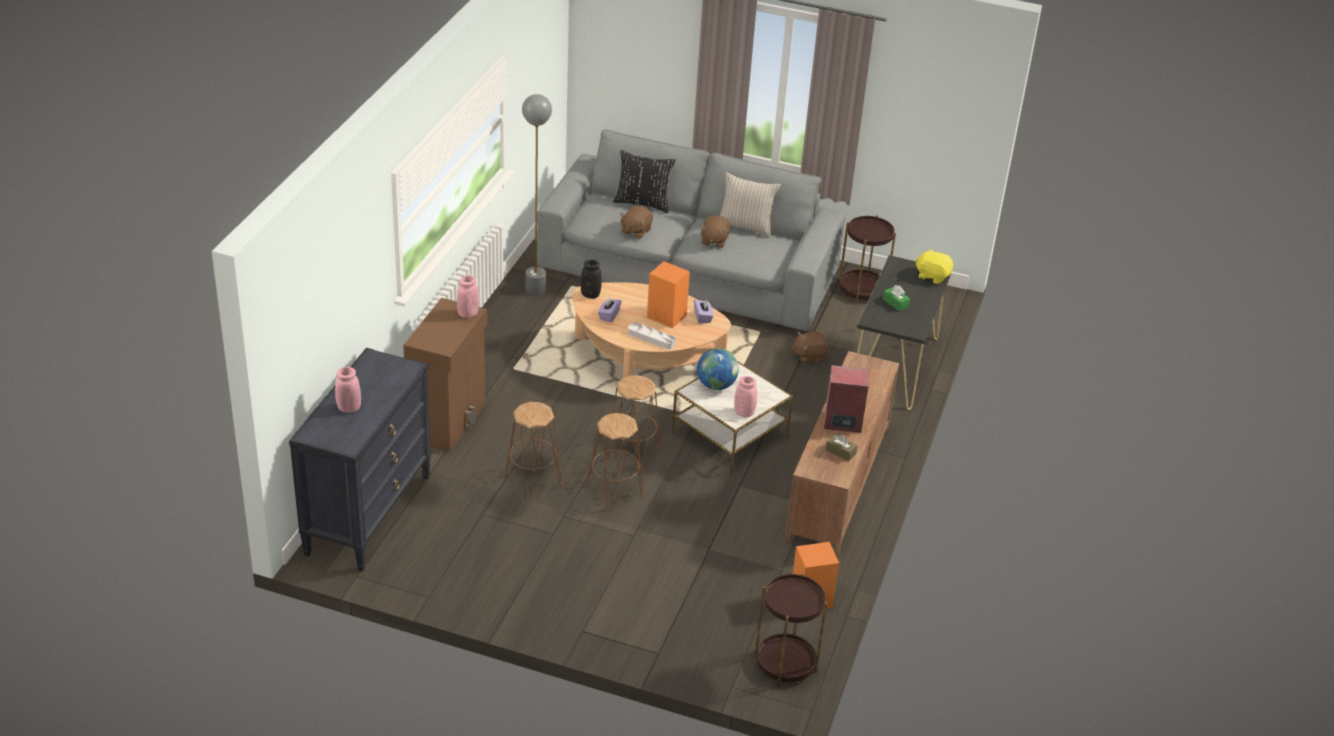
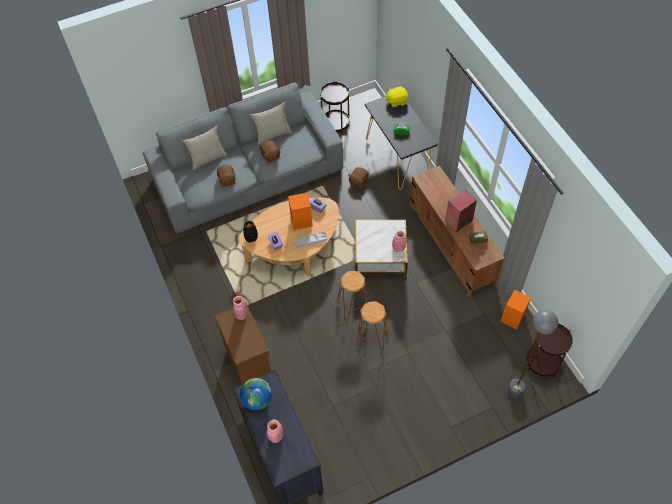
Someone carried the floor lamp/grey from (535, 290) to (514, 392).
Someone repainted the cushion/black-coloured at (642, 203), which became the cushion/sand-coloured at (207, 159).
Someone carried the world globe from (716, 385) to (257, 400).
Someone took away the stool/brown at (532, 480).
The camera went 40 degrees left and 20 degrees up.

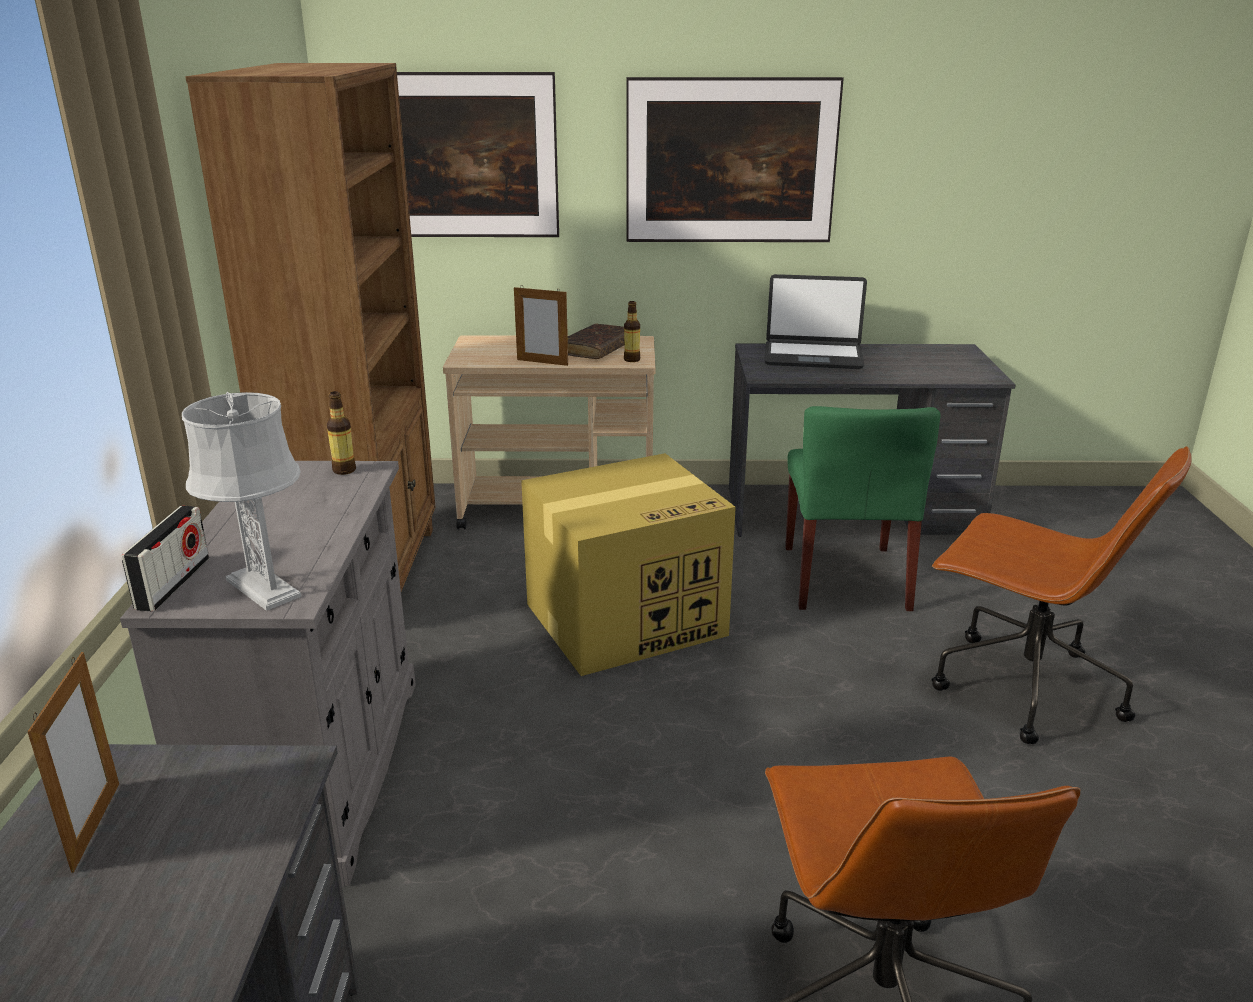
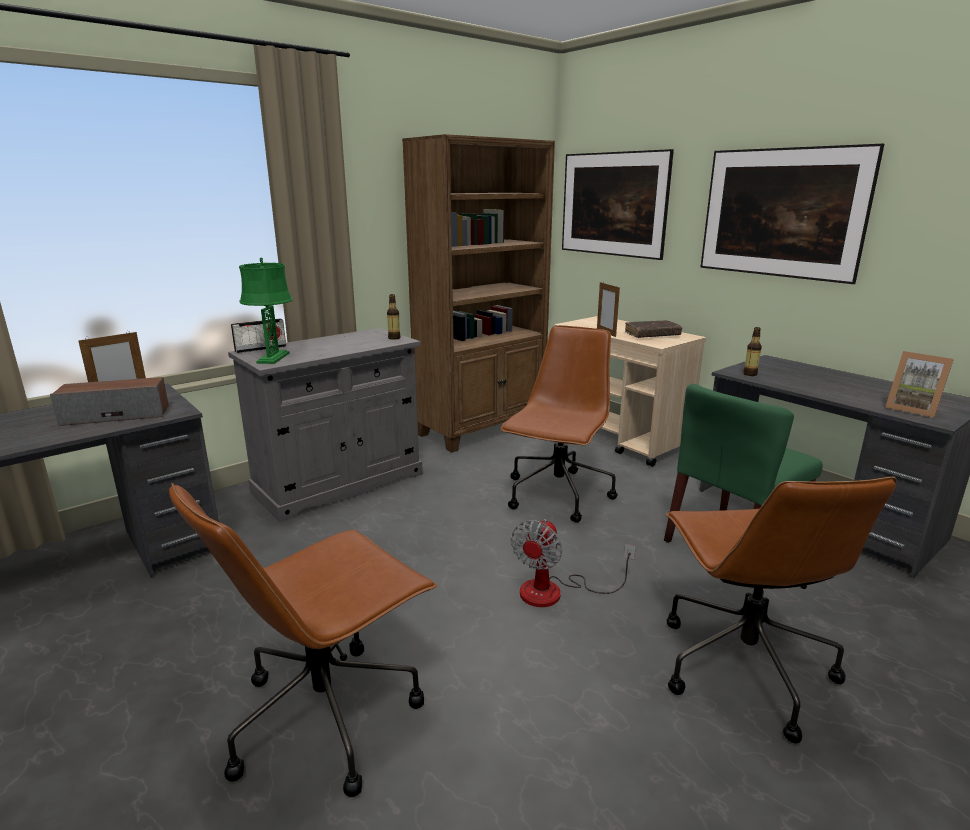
Someone took away the laptop at (813, 356).
Someone carried the drink bottle from (632, 360) to (750, 374).
Someone repainted the lamp for a table/grey at (264, 588), which became the lamp for a table/greenish at (273, 358).
Someone swapped the carton at (627, 618) for the office chair/brown at (557, 496).
Someone put down the picture frame at (912, 409).
Someone put down the audio speaker at (116, 415).
Someone put down the cooling fan at (555, 592).
The camera went 50 degrees right and 5 degrees down.

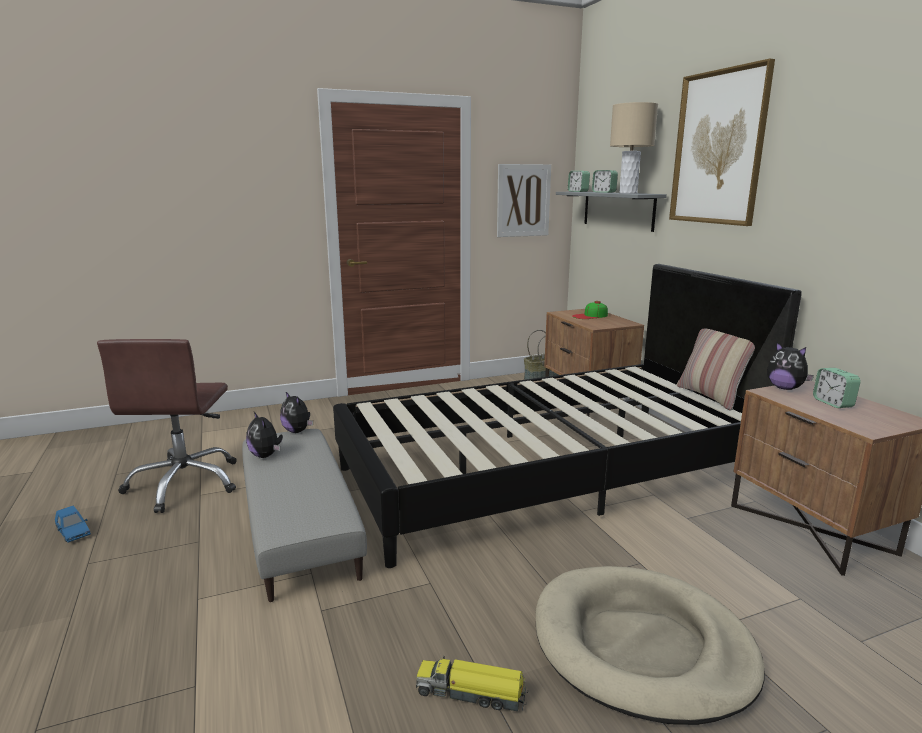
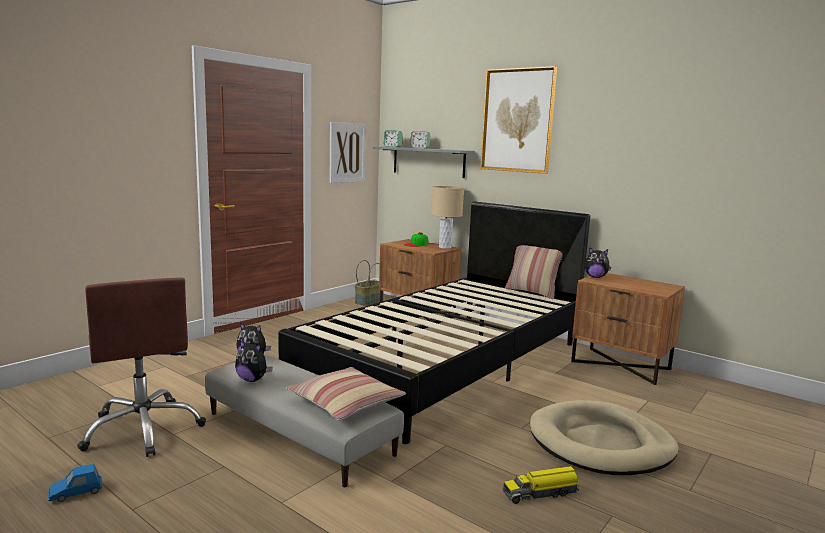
Someone carried the lamp for a table/sand-coloured from (628, 193) to (445, 247).
Someone took away the bedside clock at (833, 403).
Someone rotated the toy car/blue at (73, 532) by 135 degrees clockwise.
Someone put down the cushion at (345, 403).
The camera went 30 degrees left and 5 degrees down.

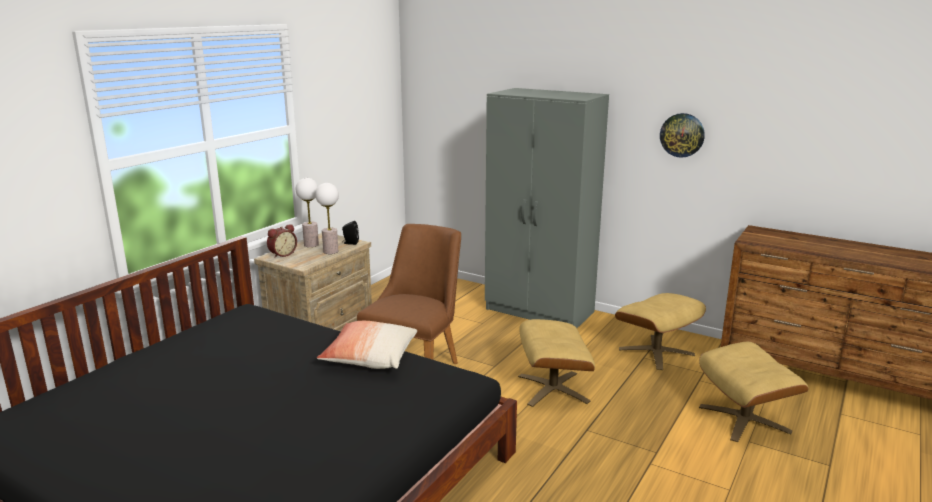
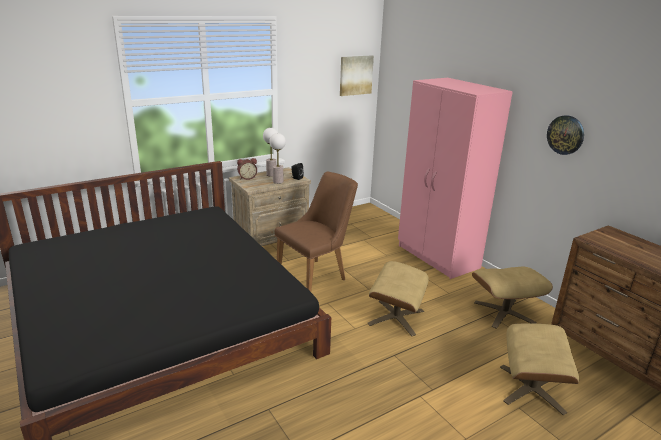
Someone repainted the wardrobe/grey at (540, 311), which became the wardrobe/pink at (437, 257).
Someone took away the cushion at (370, 358).
Someone put up the picture at (355, 75).
The camera went 25 degrees right and 5 degrees up.

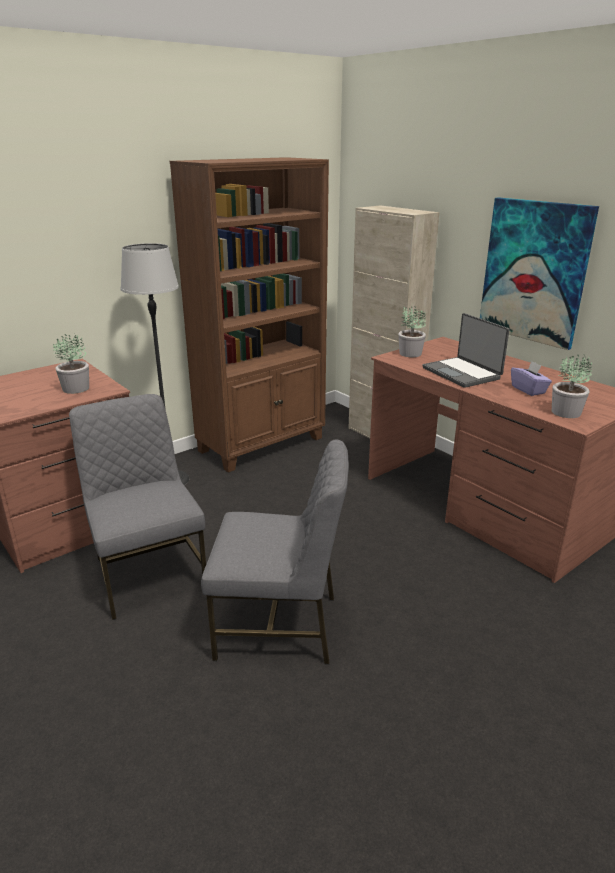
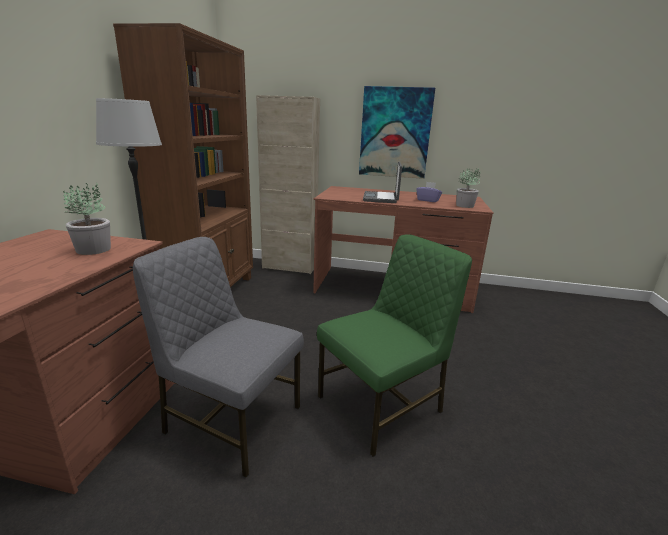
Someone took away the potted plant at (410, 353).
Someone rotated the laptop at (462, 373) by 75 degrees clockwise.
Someone repainted the plain chair/grey at (279, 626), which became the plain chair/greenish at (382, 405).
The camera went 40 degrees left and 5 degrees down.

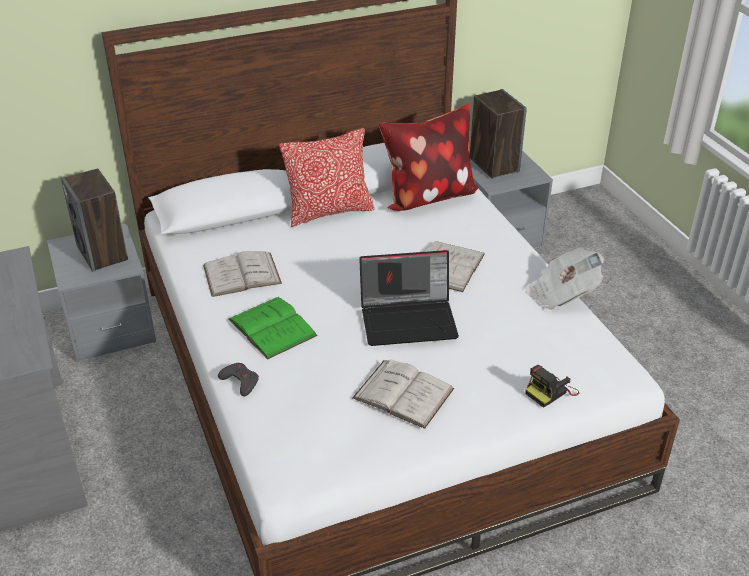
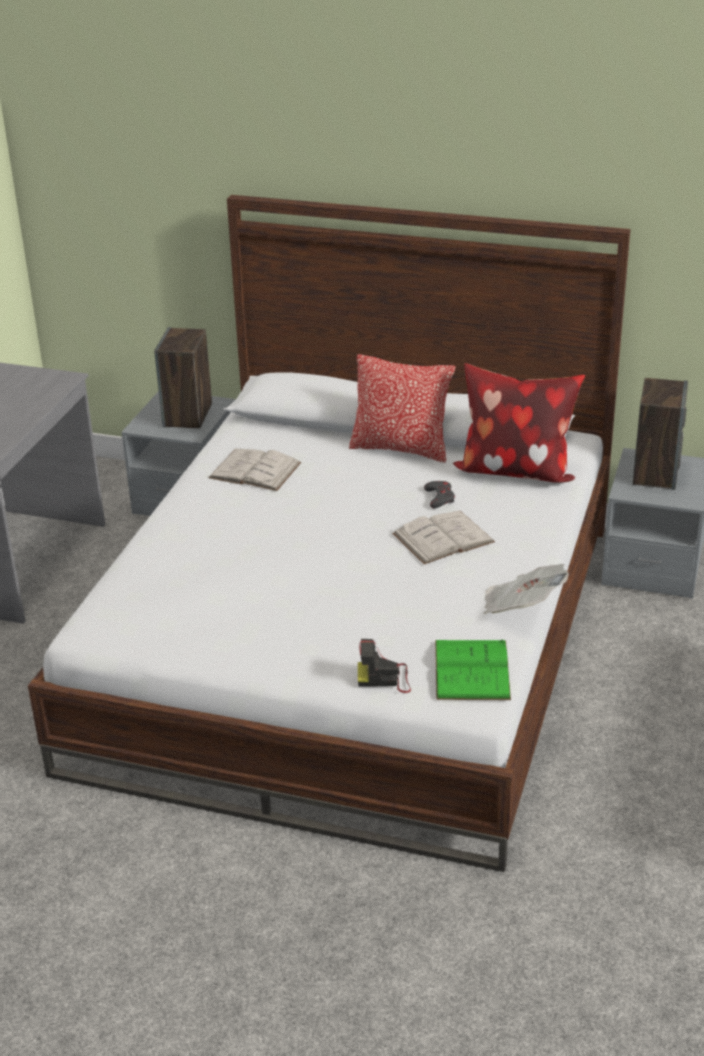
Someone took away the laptop at (409, 319).
Someone carried the book/greenish from (272, 327) to (472, 669).
Someone took away the book/white-coloured at (403, 393).
Someone carried the game controller/grey from (240, 381) to (439, 497).
The camera went 40 degrees right and 5 degrees down.

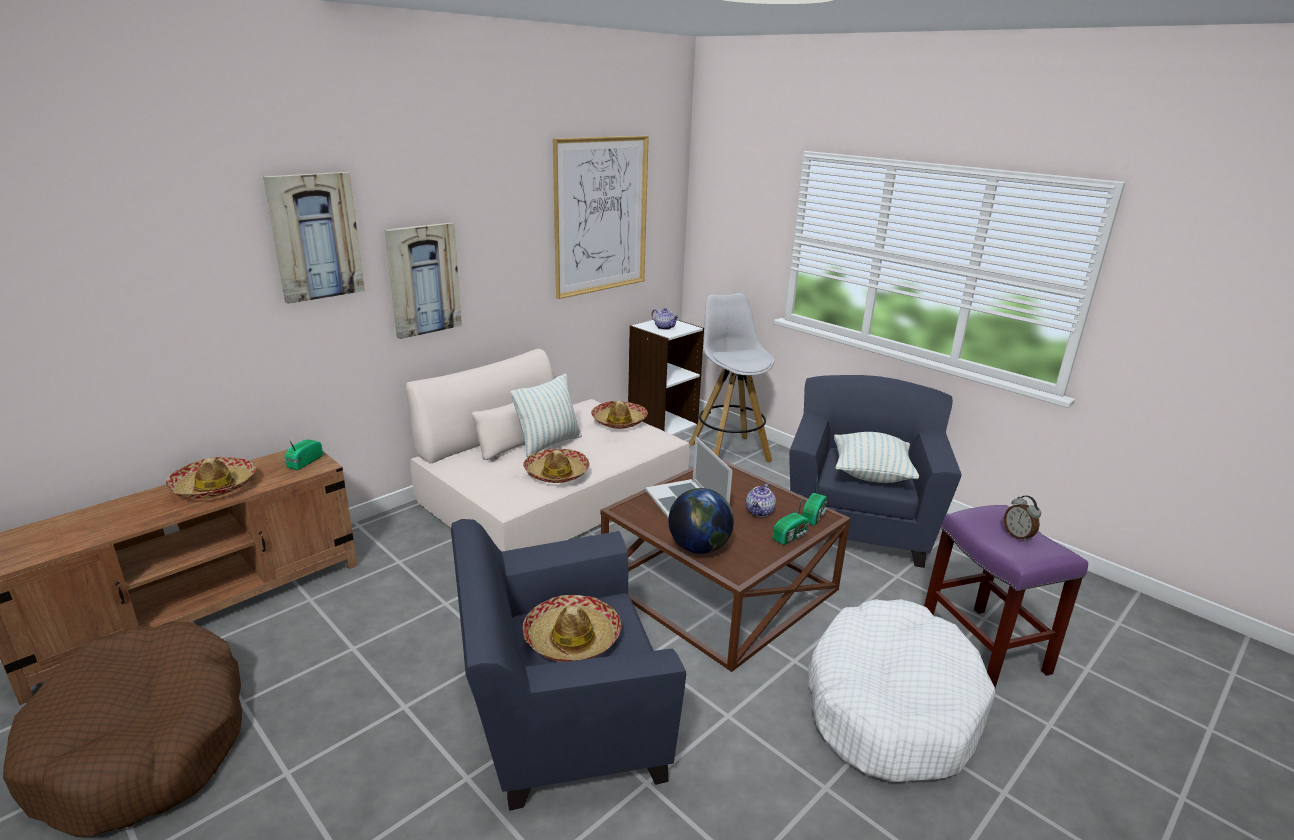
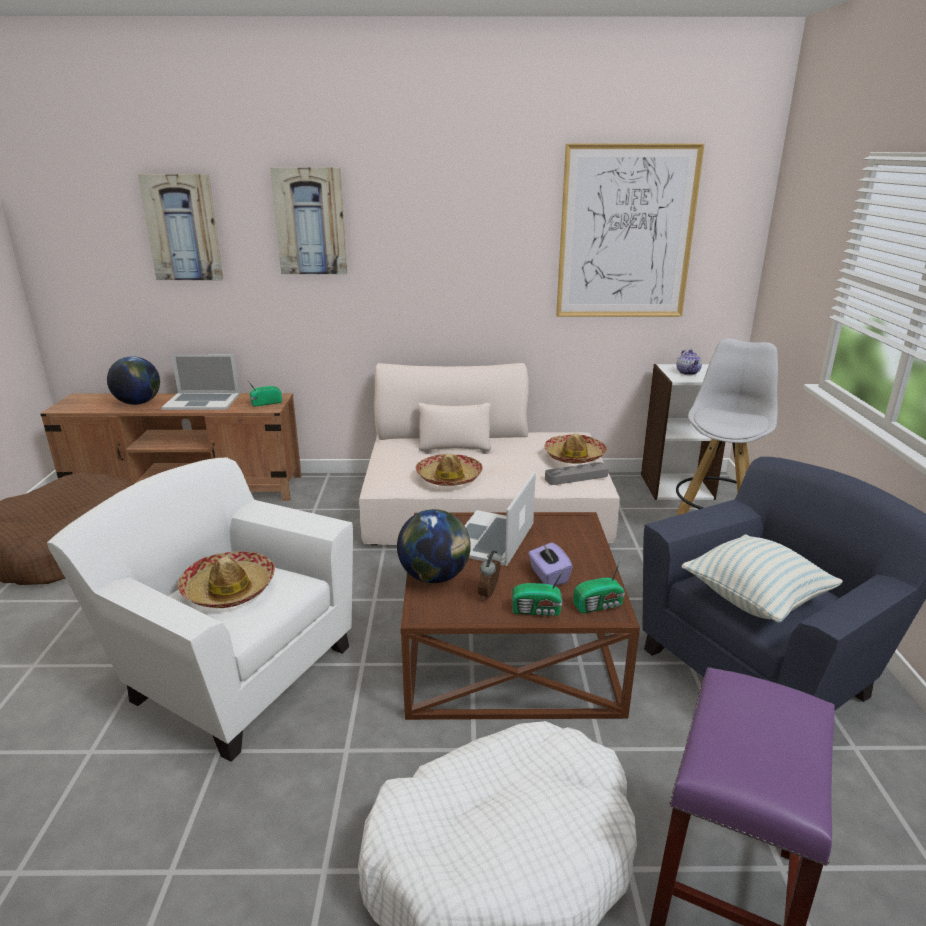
Someone carried the picture from (423, 280) to (183, 228).
Someone took away the cushion at (548, 444).
Someone swapped the wearable hat at (214, 486) for the laptop at (202, 401).
Someone swapped the pot for tea at (760, 512) for the tissue holder/purple at (548, 576).
Someone carried the bedside clock from (1018, 536) to (490, 594).
Someone repainted the armchair/blue at (559, 727), which became the armchair/white-coloured at (233, 671).
Someone put down the world globe at (138, 403).
Someone put down the carrying tray/grey at (576, 477).
The camera went 45 degrees right and 0 degrees up.

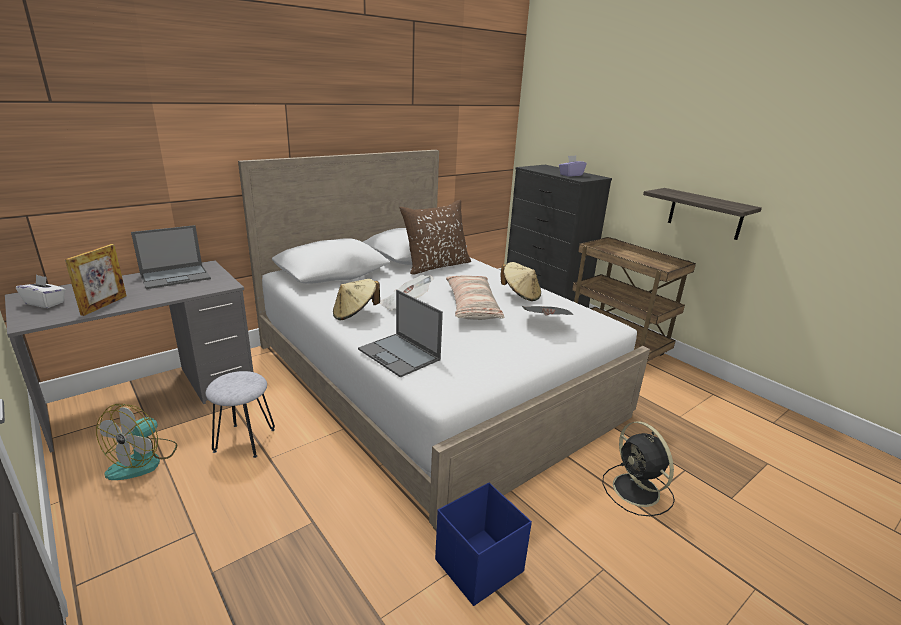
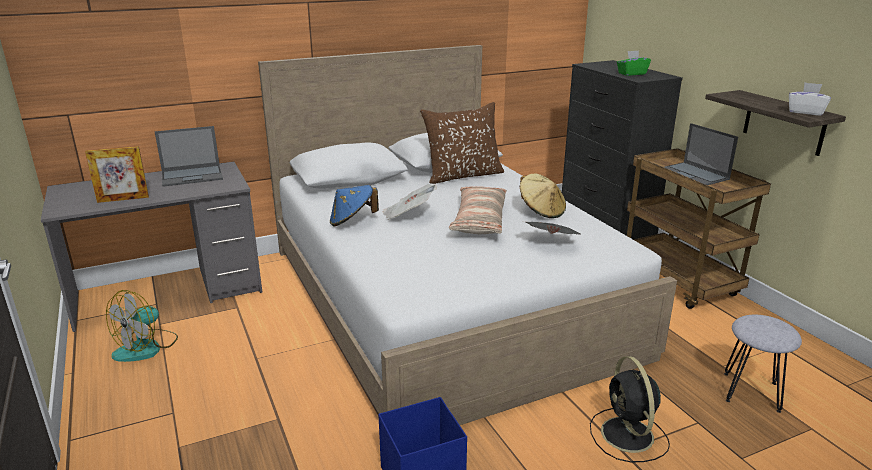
Someone repainted the tissue holder/purple at (570, 175), which became the tissue holder/greenish at (631, 74).
Someone rotated the picture frame at (104, 305) by 45 degrees clockwise.
Someone carried the tissue holder/white-coloured from (45, 303) to (806, 112).
Someone repainted the wearable hat/sand-coloured at (355, 314), which became the wearable hat/blue at (352, 221).
Someone carried the laptop from (400, 355) to (693, 175).
Someone carried the stool/grey from (244, 440) to (751, 392).
The camera went 15 degrees right and 0 degrees up.

